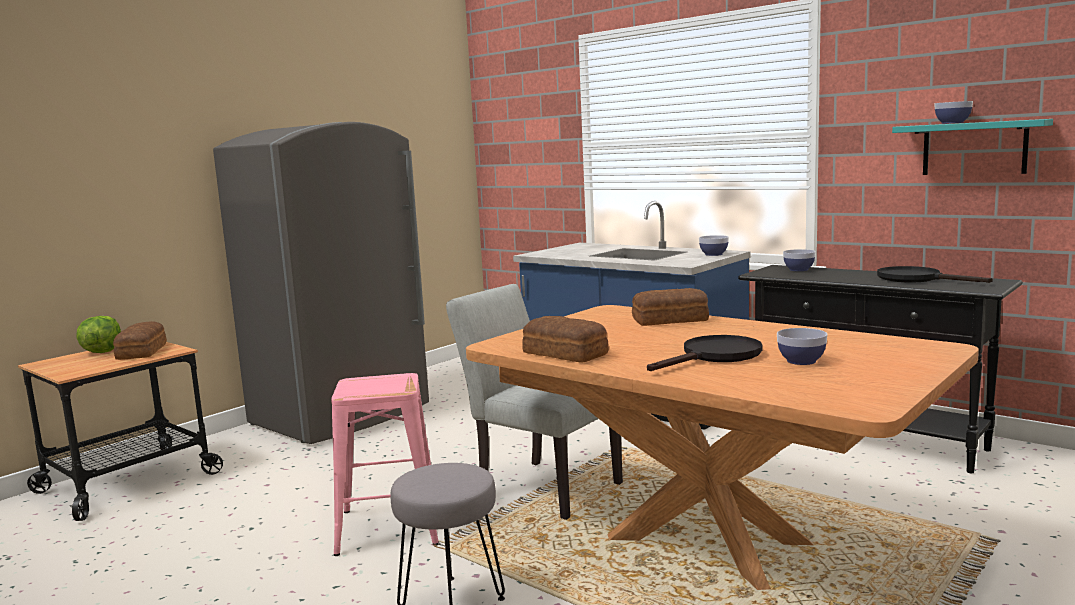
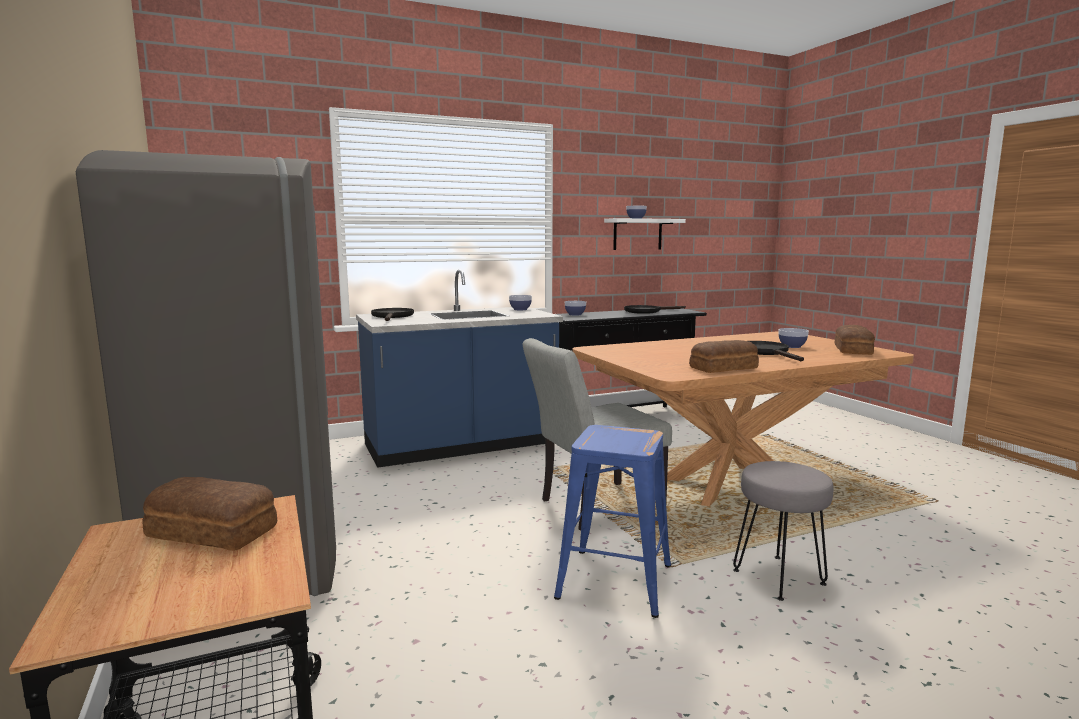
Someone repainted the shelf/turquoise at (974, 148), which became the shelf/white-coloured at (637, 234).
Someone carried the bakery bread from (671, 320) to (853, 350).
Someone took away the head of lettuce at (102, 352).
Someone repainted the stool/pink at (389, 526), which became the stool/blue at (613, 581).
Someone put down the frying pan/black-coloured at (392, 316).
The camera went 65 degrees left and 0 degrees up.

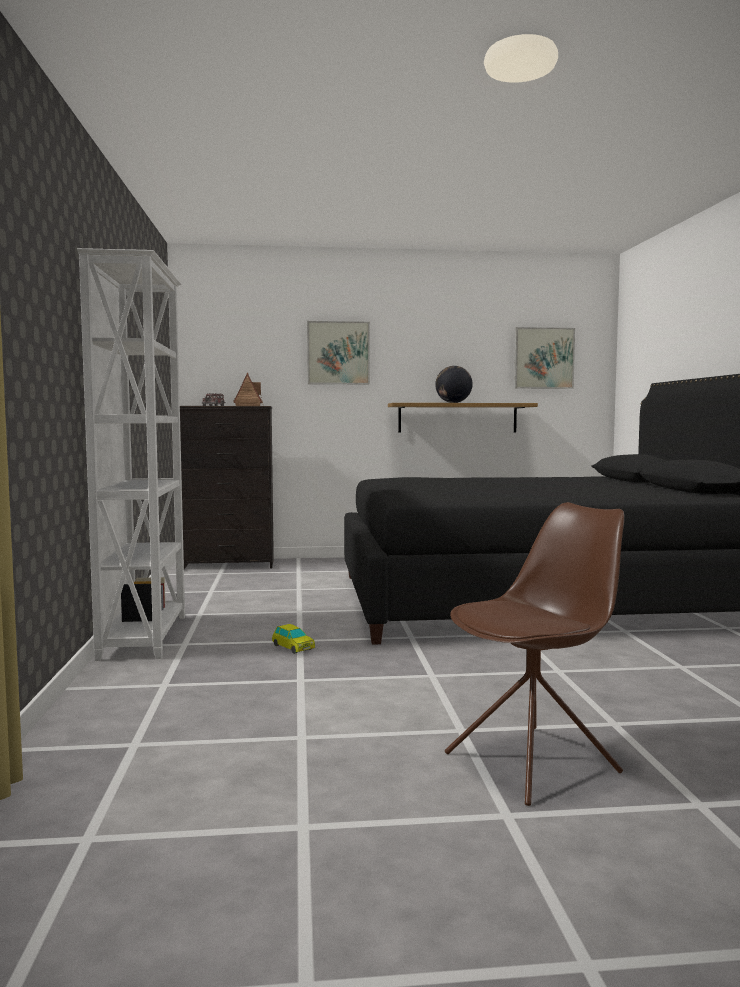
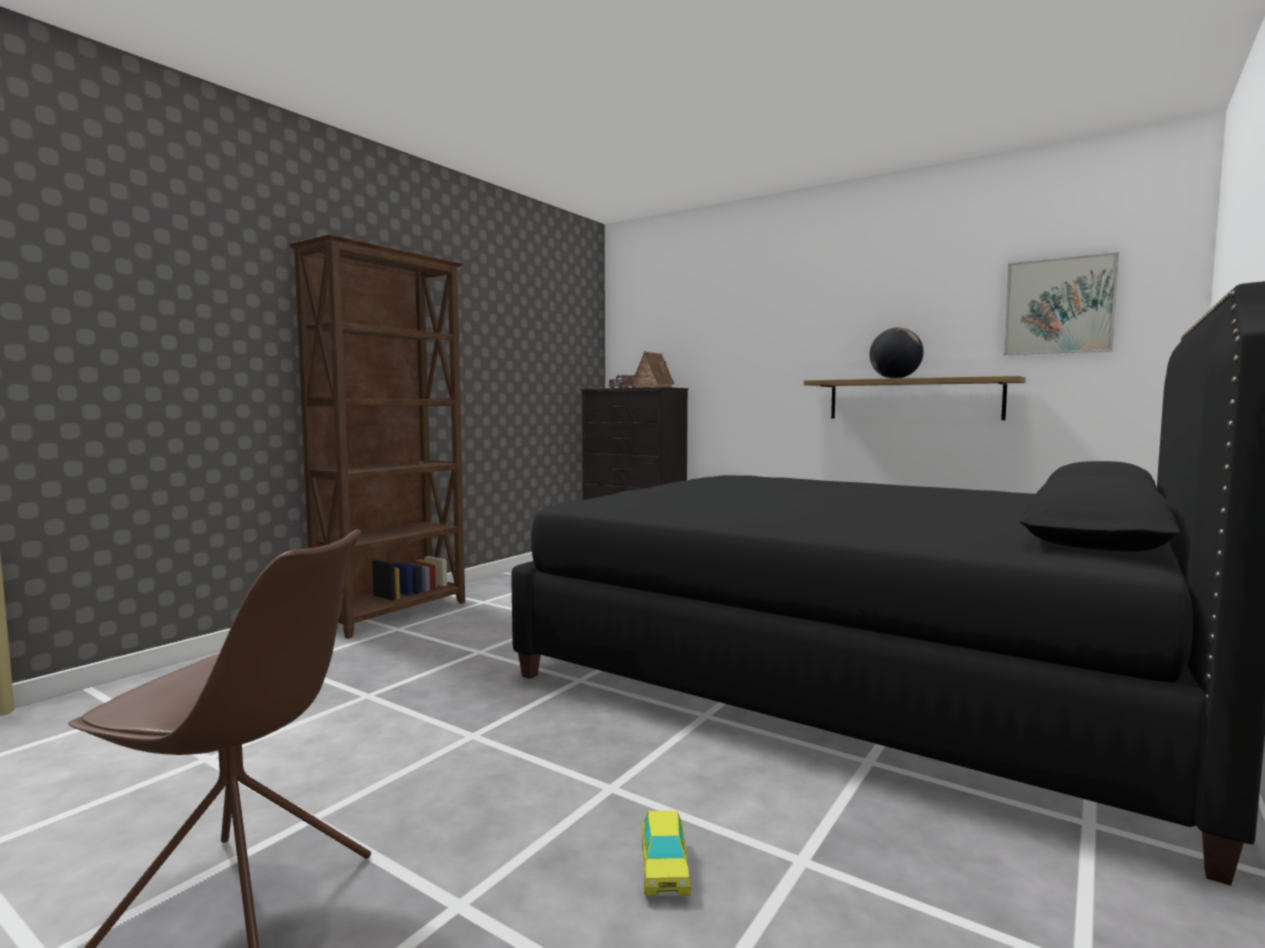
Someone repainted the bookshelf/white-coloured at (146, 636), which became the bookshelf/brown at (395, 614).
Someone took away the picture at (338, 353).
Someone carried the toy car from (293, 647) to (664, 870).
The camera went 40 degrees right and 0 degrees up.

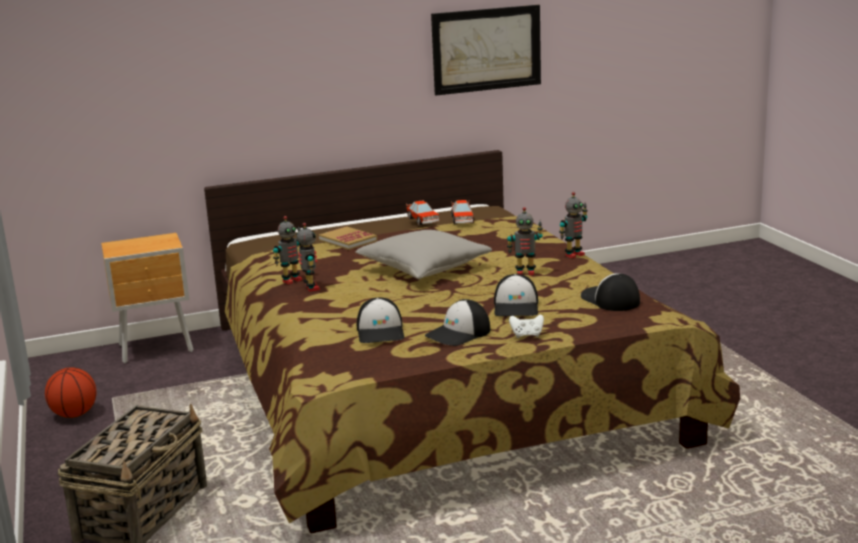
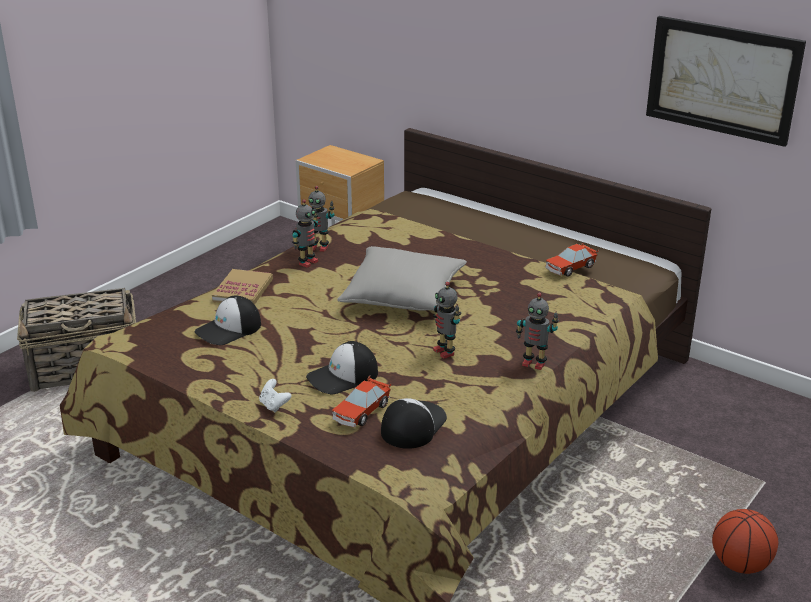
Someone carried the toy car from (423, 220) to (361, 412).
Someone carried the book from (348, 240) to (243, 290).
Someone took away the cap at (459, 333).
Someone carried the ball for basketball from (74, 415) to (740, 565).
The camera went 55 degrees right and 10 degrees up.

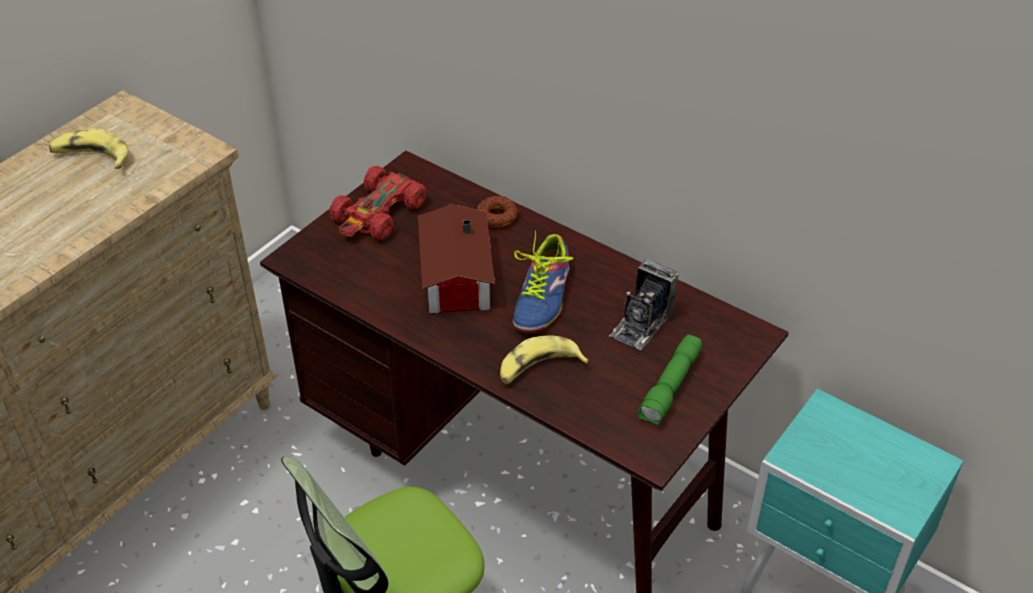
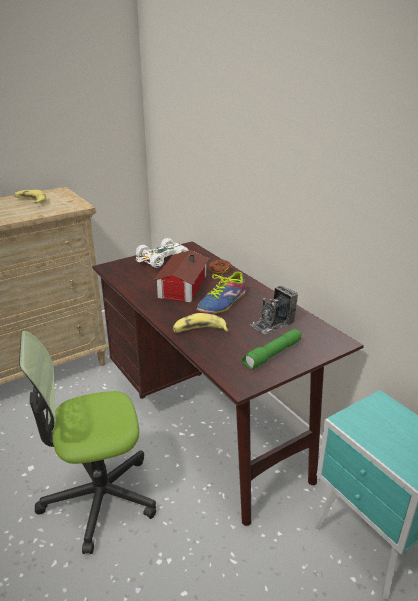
Someone repainted the toy car/red-coloured at (378, 213), which became the toy car/white-coloured at (162, 259).
The camera went 20 degrees right and 15 degrees down.

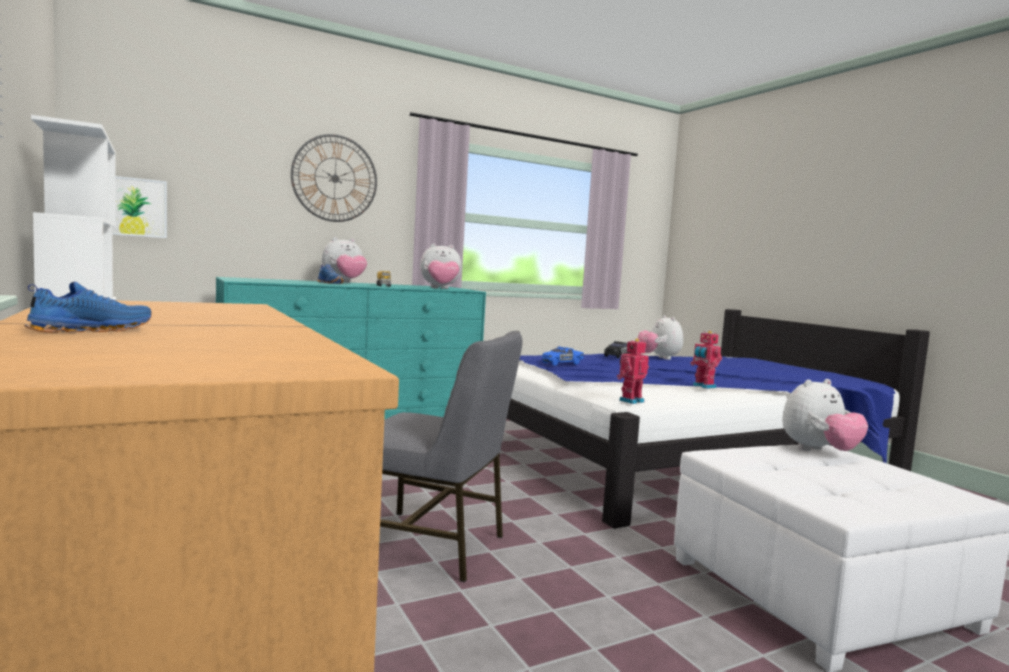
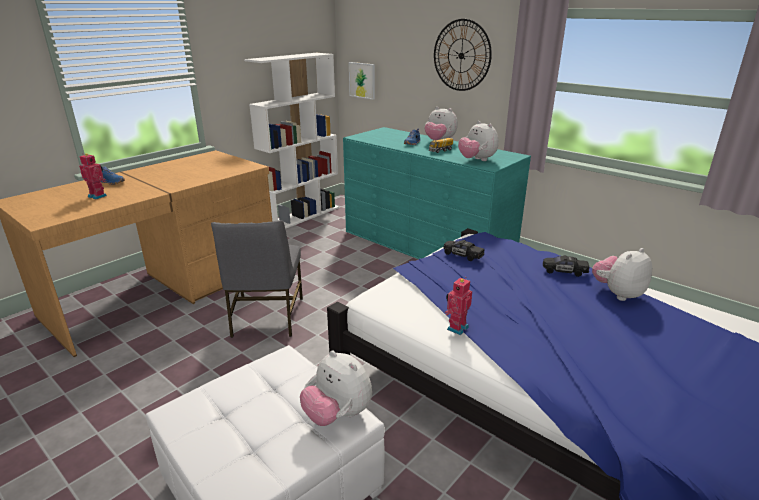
Someone carried the robot figure from (630, 401) to (98, 196).
Someone repainted the toy car/blue at (561, 363), which became the toy car/black-coloured at (462, 255).
The camera went 70 degrees right and 20 degrees up.

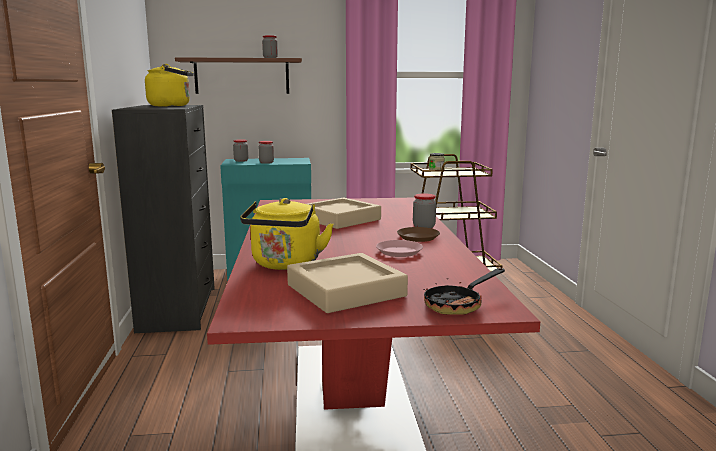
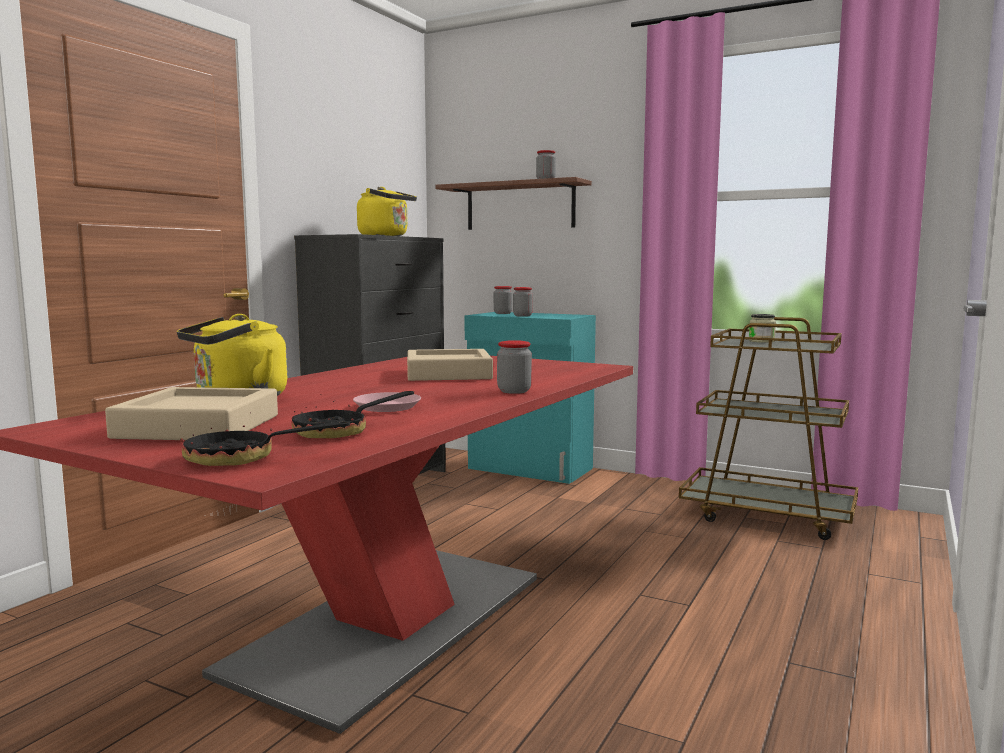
Someone took away the flat dish/brown at (418, 237).
Someone put down the frying pan at (341, 431).
The camera went 35 degrees right and 5 degrees down.

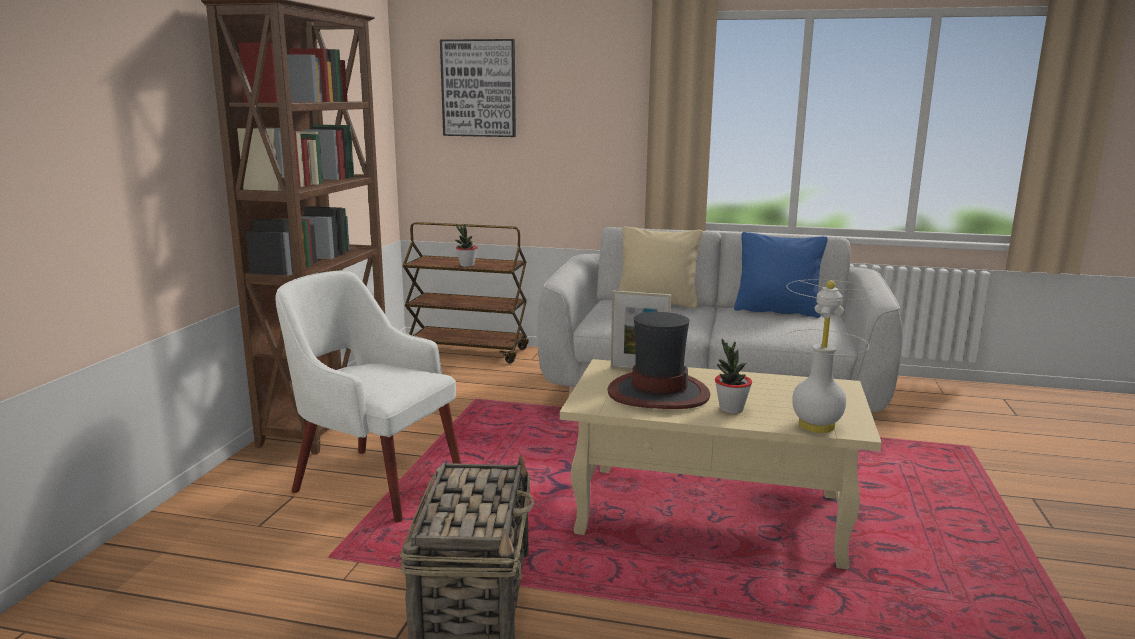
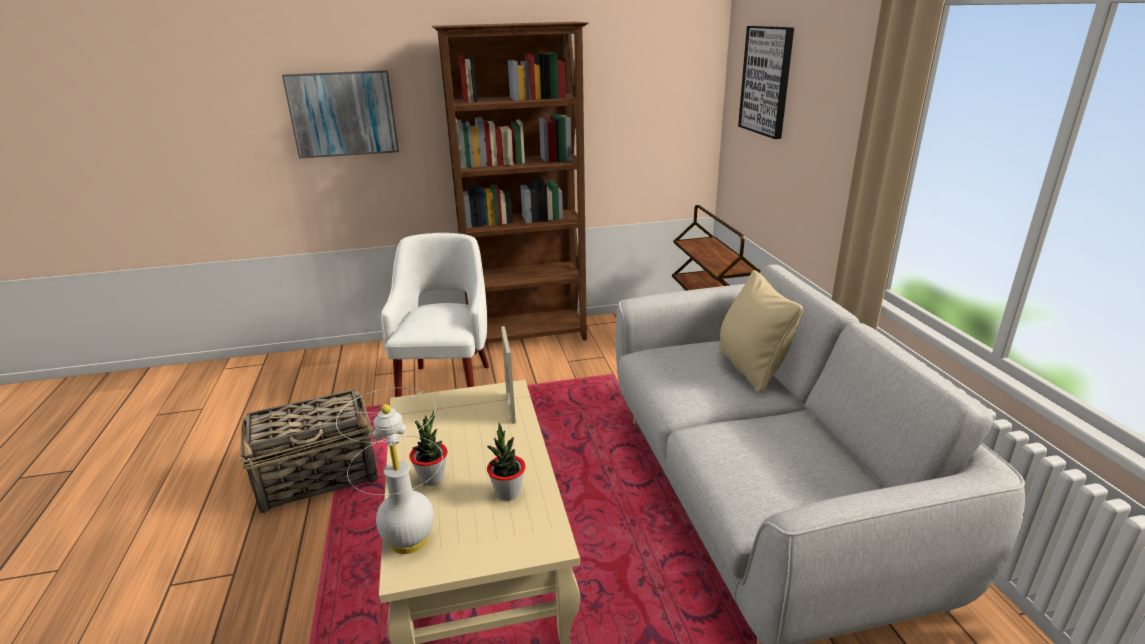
Someone carried the potted plant from (467, 265) to (508, 492).
Someone took away the cushion/blue at (777, 311).
Someone took away the wearable hat at (657, 393).
Someone put up the picture at (343, 114).
The camera went 65 degrees right and 10 degrees up.

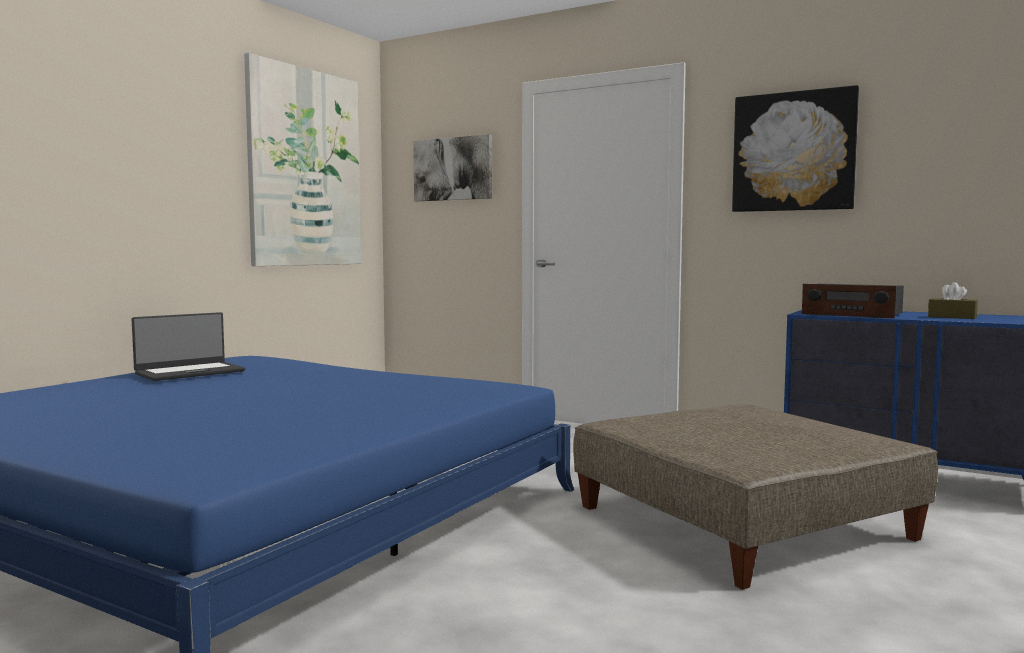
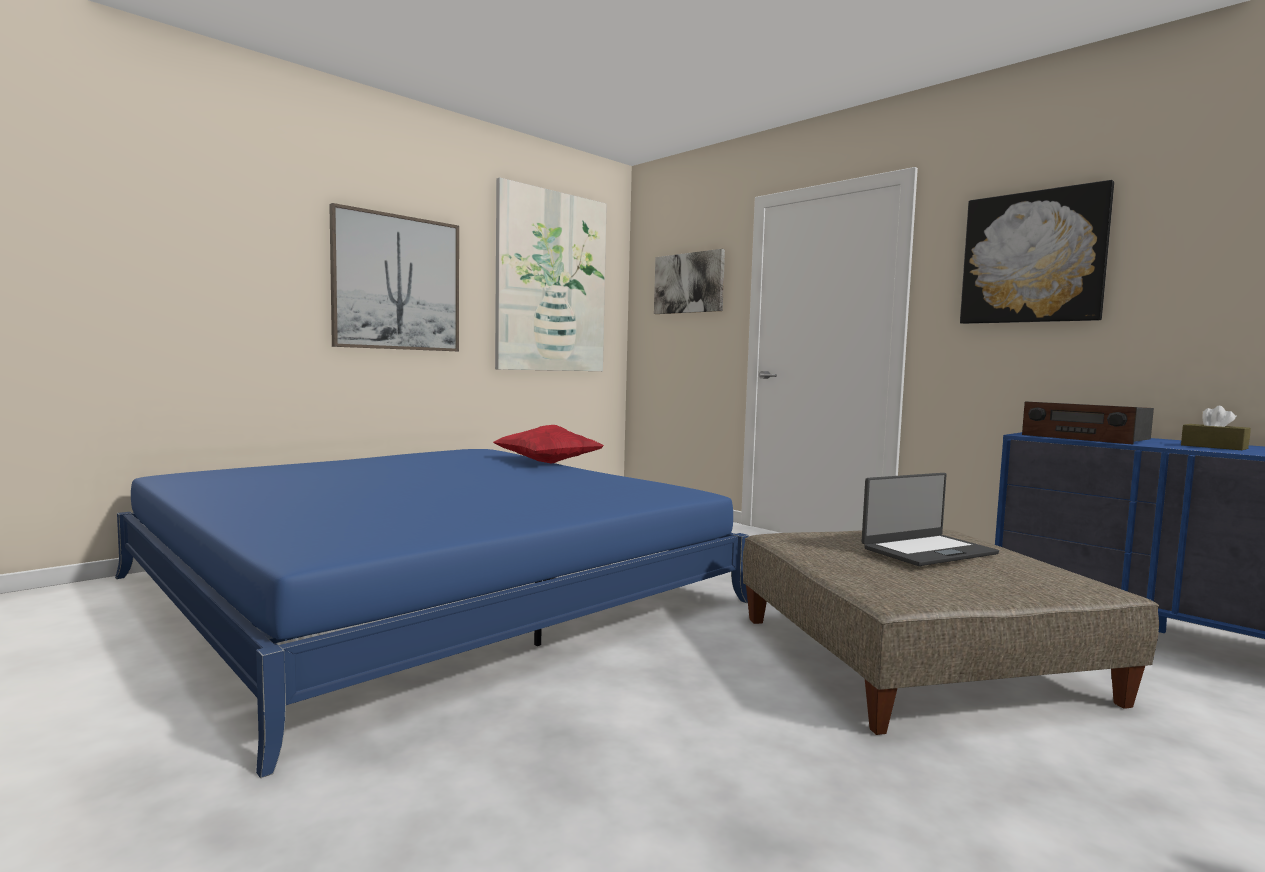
Someone carried the laptop from (189, 372) to (927, 551).
Someone put up the picture at (397, 283).
Someone put down the cushion/red-coloured at (547, 463).
The camera went 15 degrees right and 0 degrees up.

